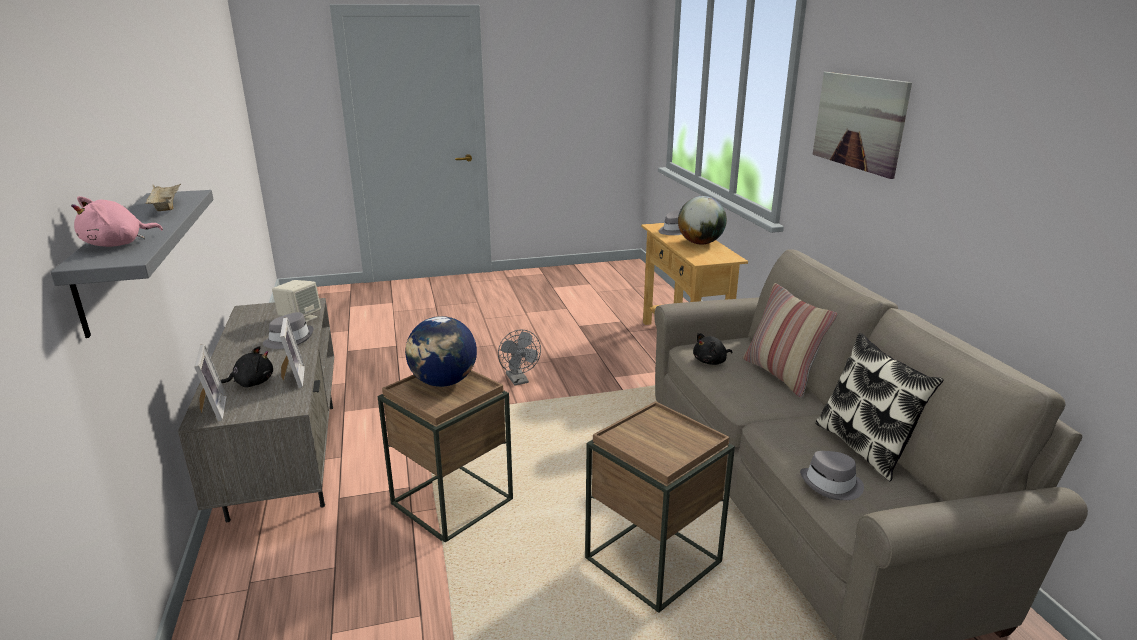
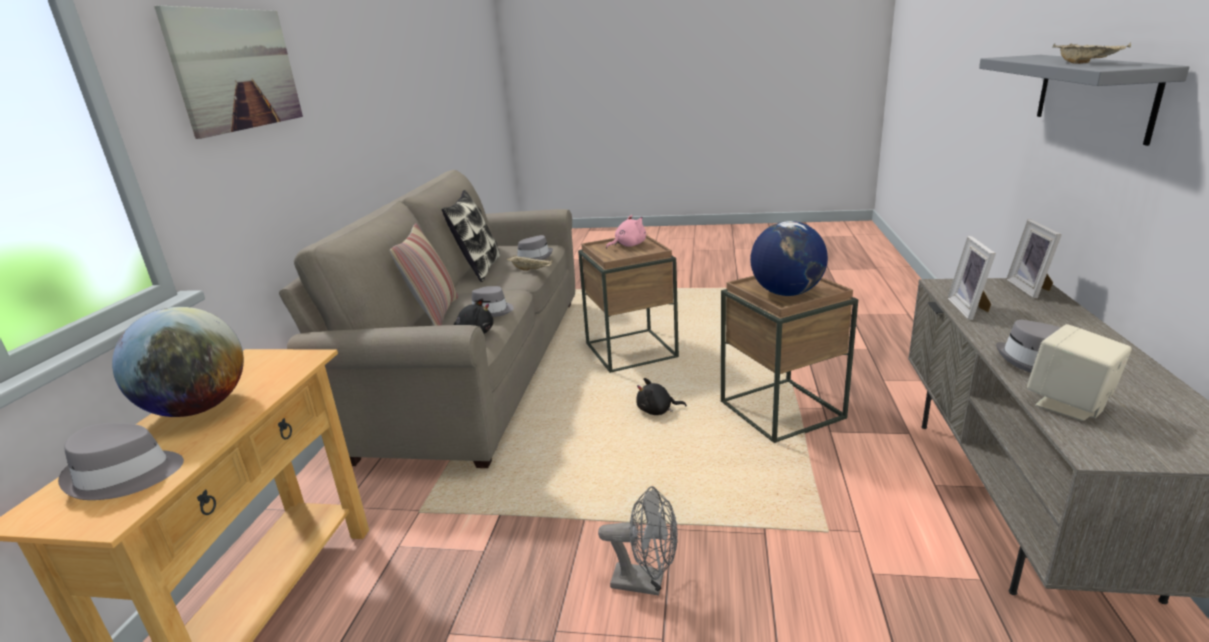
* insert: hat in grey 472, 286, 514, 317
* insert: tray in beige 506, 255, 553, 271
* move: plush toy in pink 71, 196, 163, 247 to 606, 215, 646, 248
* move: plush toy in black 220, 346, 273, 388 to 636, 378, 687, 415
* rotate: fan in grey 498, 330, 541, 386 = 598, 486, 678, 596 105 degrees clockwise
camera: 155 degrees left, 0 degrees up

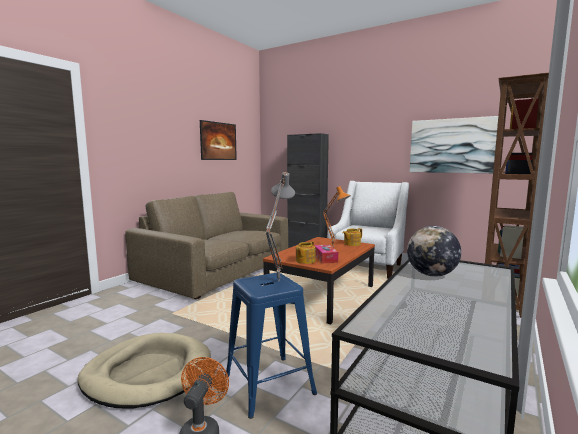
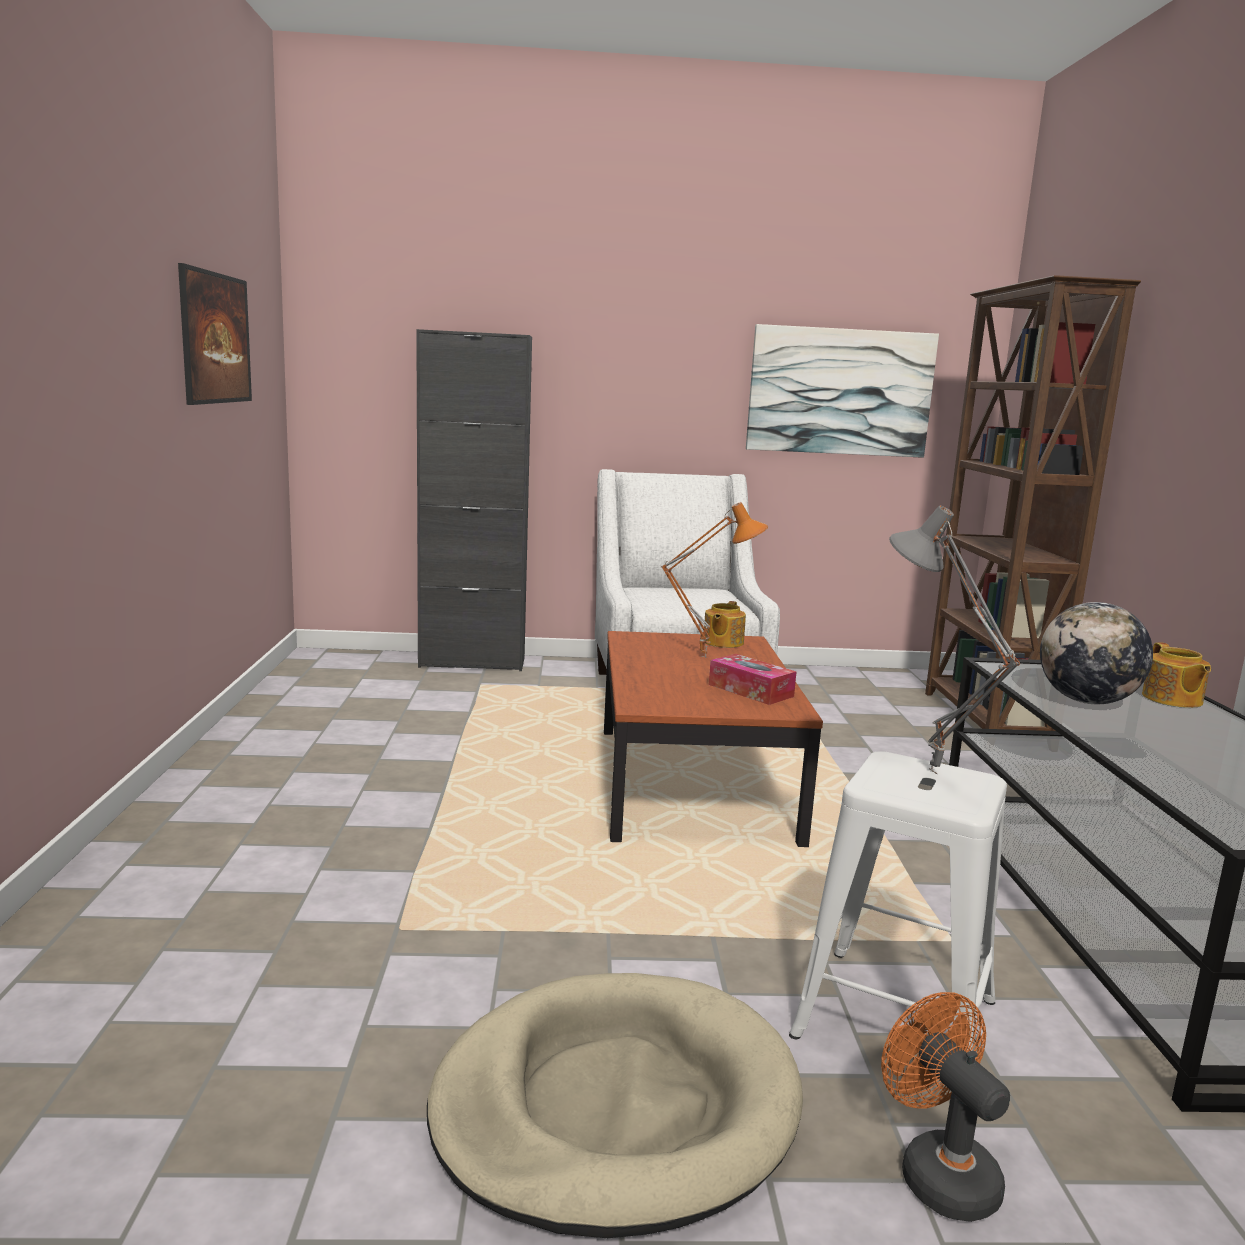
* delete: sofa in brown 125, 192, 288, 299
* move: teapot 296, 241, 315, 264 to 1142, 642, 1211, 708
* recolor: stool in blue 225, 273, 317, 419 to stool in white 789, 751, 1007, 1051
camera: 35 degrees left, 5 degrees up

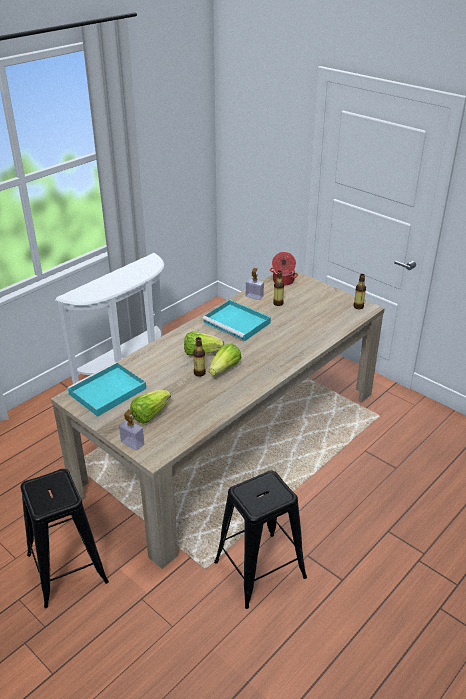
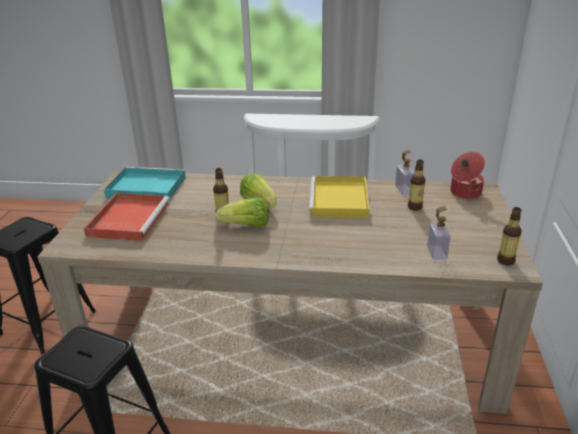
* move: soap dispenser 119, 409, 144, 451 to 427, 206, 451, 260
* replace: lettuce 130, 390, 171, 424 to tray in red 84, 193, 170, 241
* recolor: tray in turquoise 202, 300, 271, 342 to tray in yellow 309, 176, 370, 218
camera: 55 degrees right, 5 degrees down

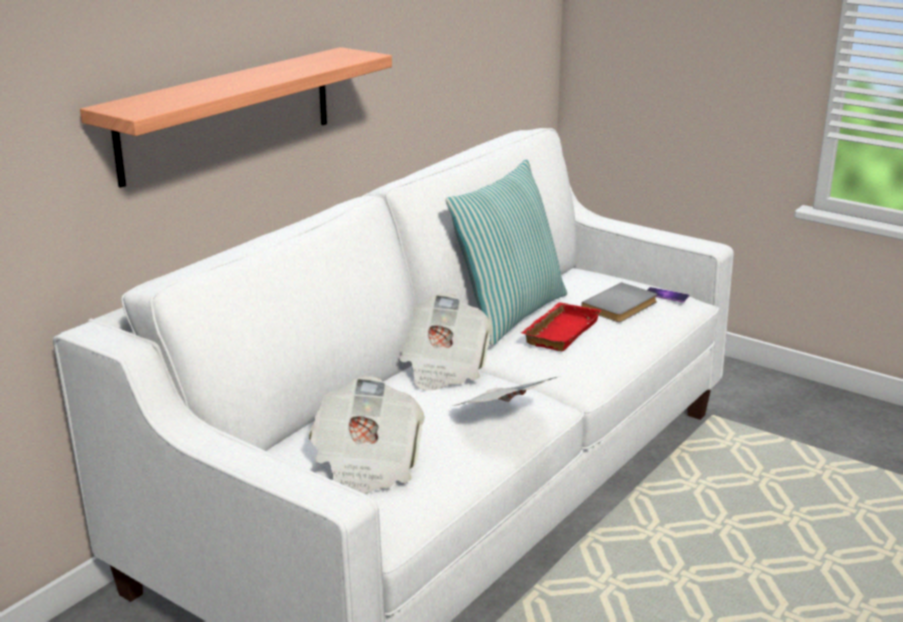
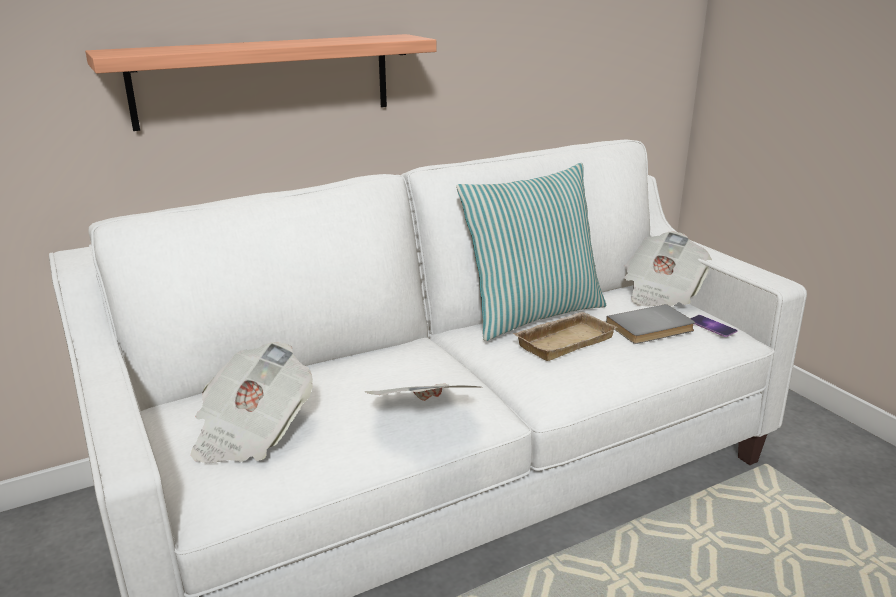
* move: newspaper 399, 294, 493, 391 to 624, 231, 712, 307
* recolor: tray in red 521, 302, 602, 351 to tray in beige 512, 312, 618, 361
camera: 25 degrees right, 0 degrees up

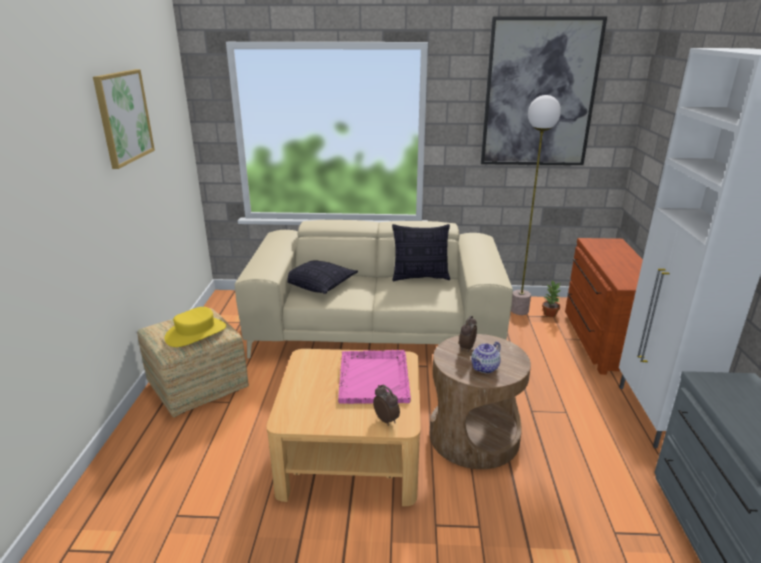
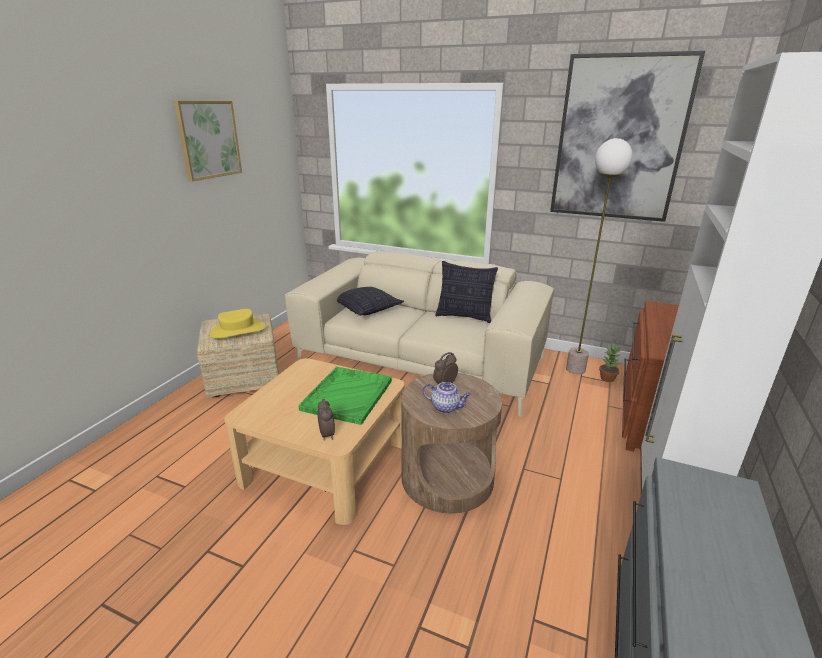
* recolor: tray in pink 338, 350, 411, 404 to tray in green 299, 367, 392, 425
* rotate: teapot 471, 341, 501, 373 = 422, 382, 471, 413 135 degrees counterclockwise
camera: 20 degrees right, 0 degrees up

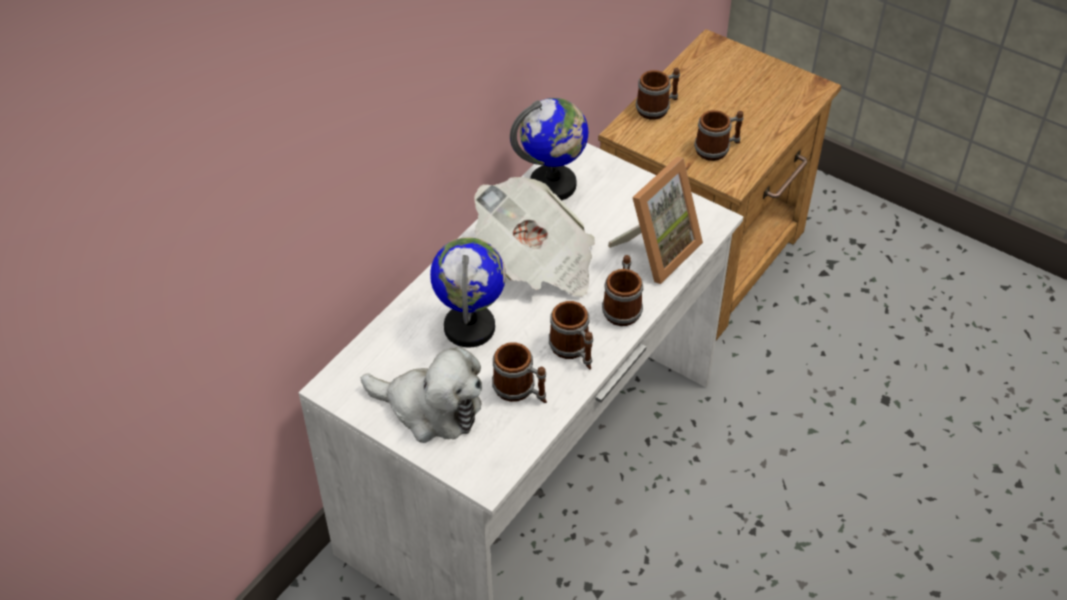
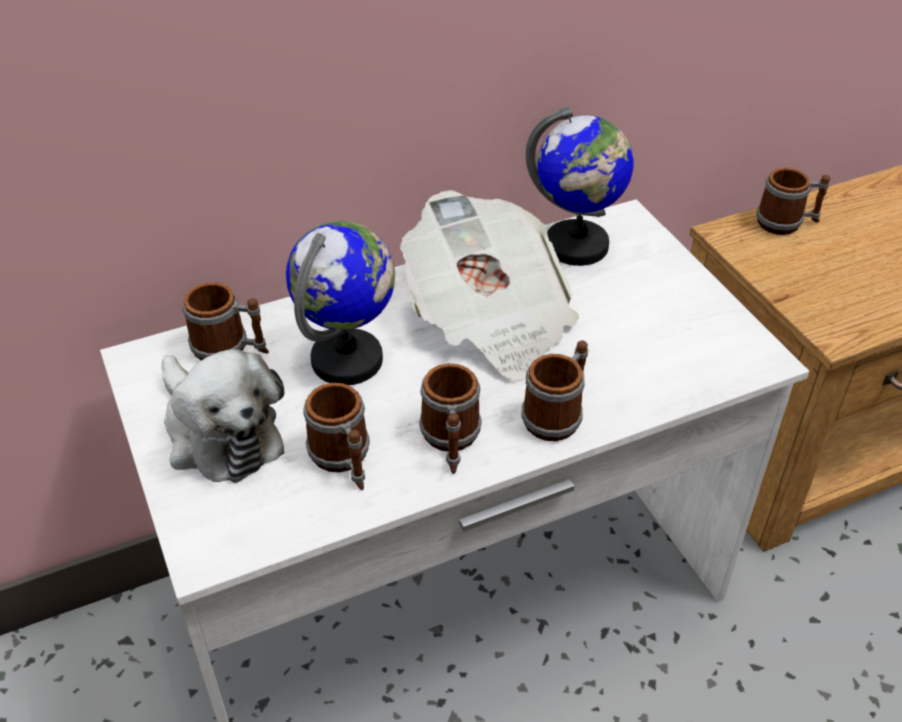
* delete: picture frame 608, 157, 703, 284
* move: mug 694, 110, 744, 161 to 182, 282, 269, 360
camera: 30 degrees right, 5 degrees down

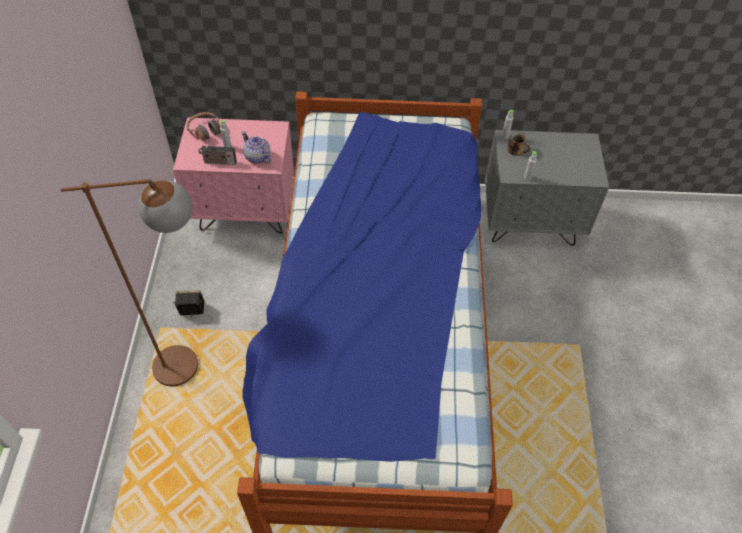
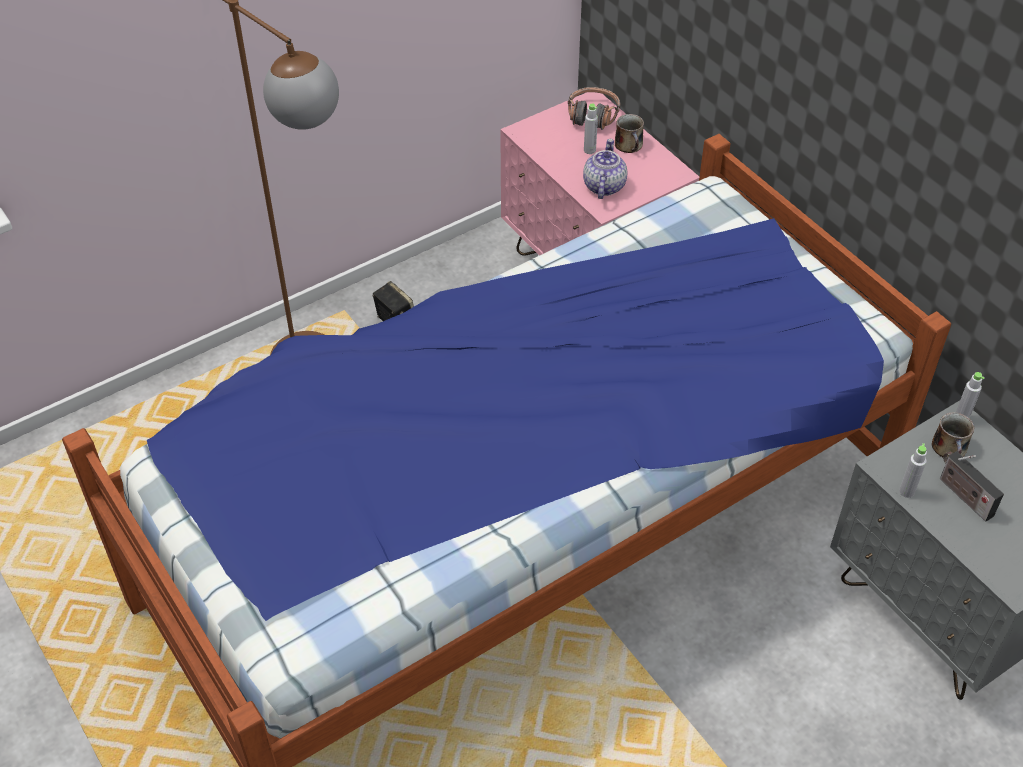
* insert: mug 615, 114, 644, 153
* move: radio 199, 141, 237, 165 to 940, 451, 1004, 521
camera: 55 degrees right, 5 degrees down

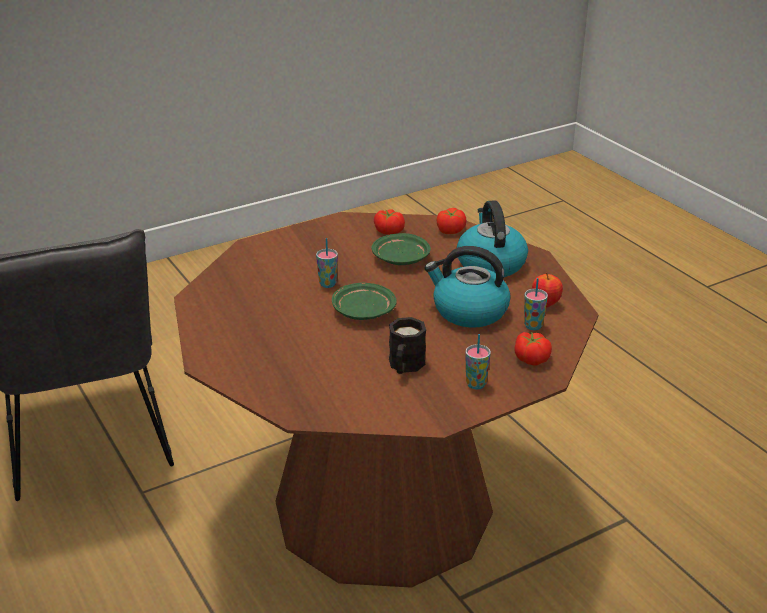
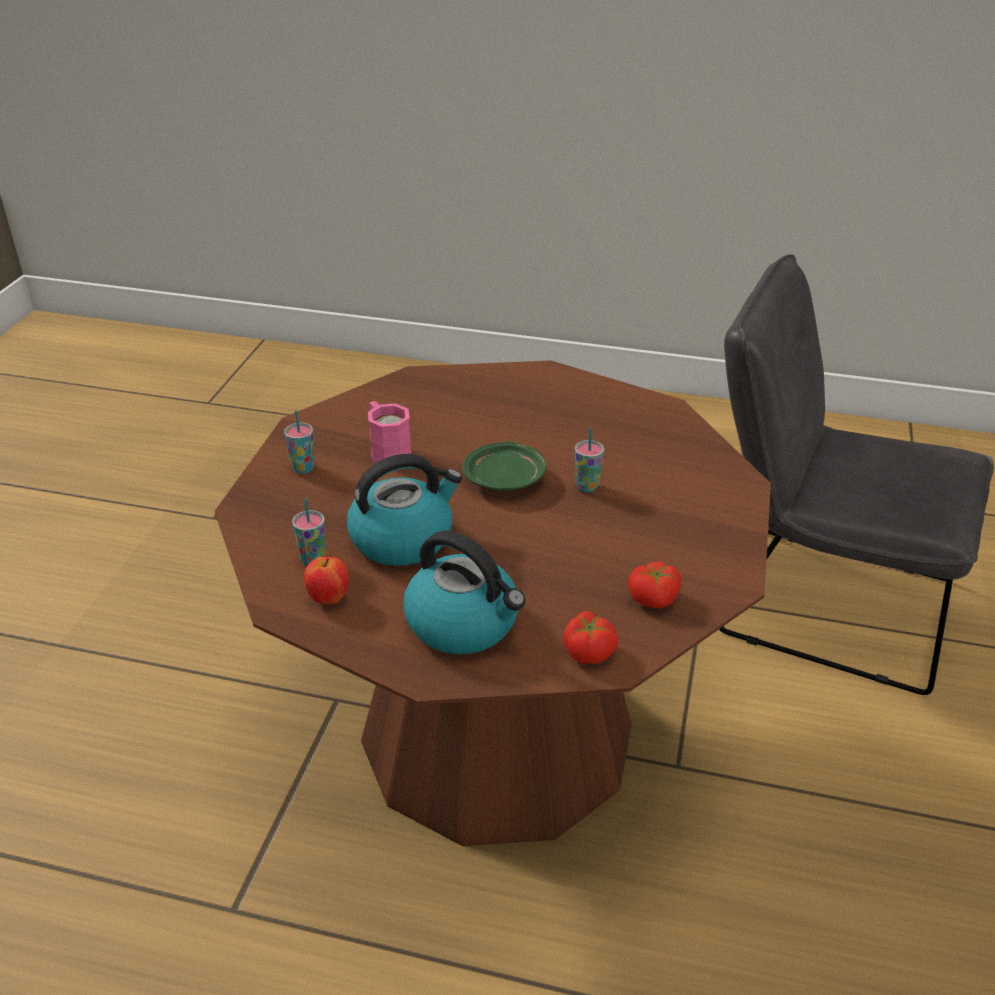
* delete: plate in green 372, 233, 431, 265
* delete: tomato 514, 332, 552, 365
* recolor: mug in black 389, 317, 426, 374 to mug in pink 368, 401, 411, 463
camera: 135 degrees right, 5 degrees up

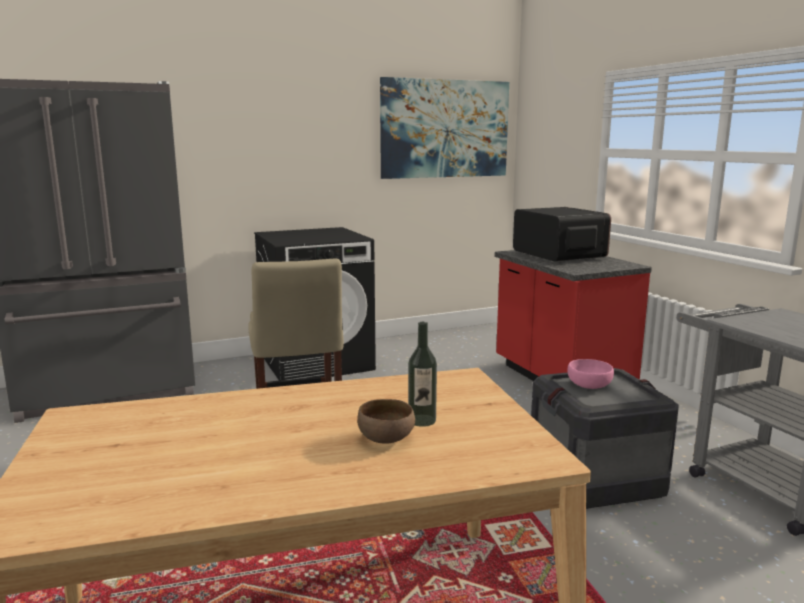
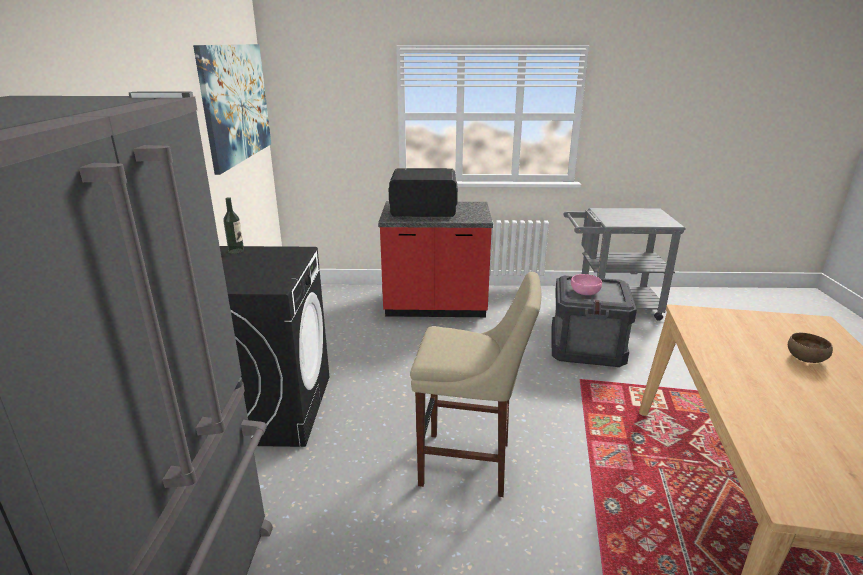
* move: bottle 408, 322, 437, 427 to 223, 197, 244, 254
camera: 65 degrees left, 10 degrees up

